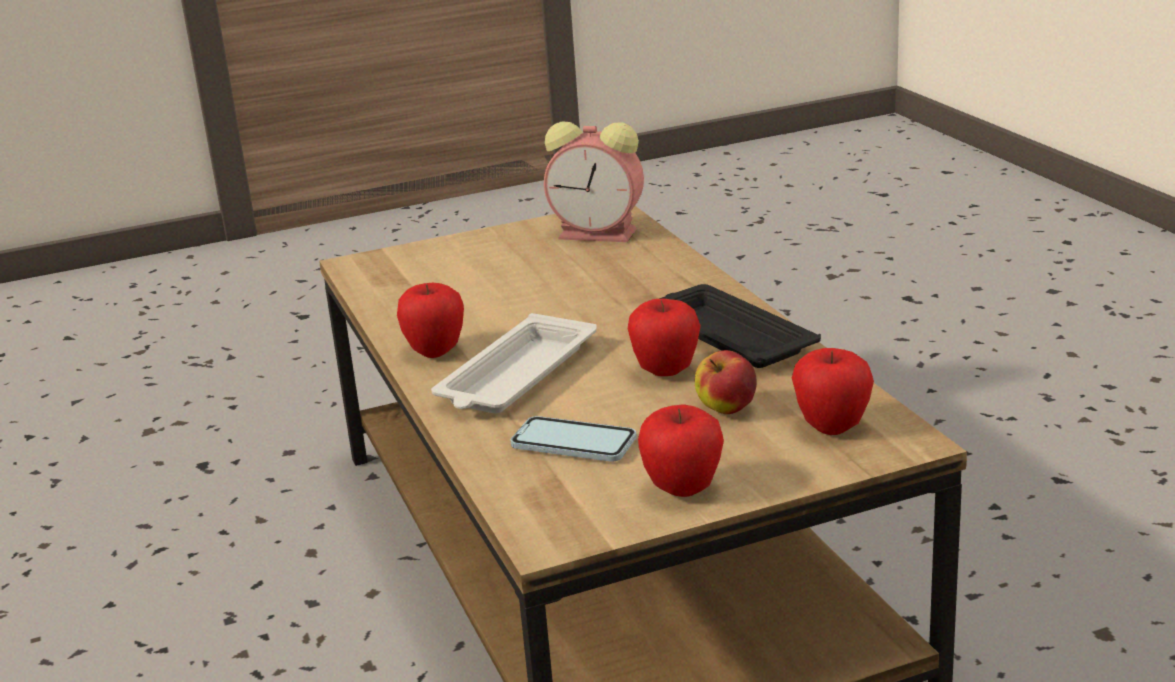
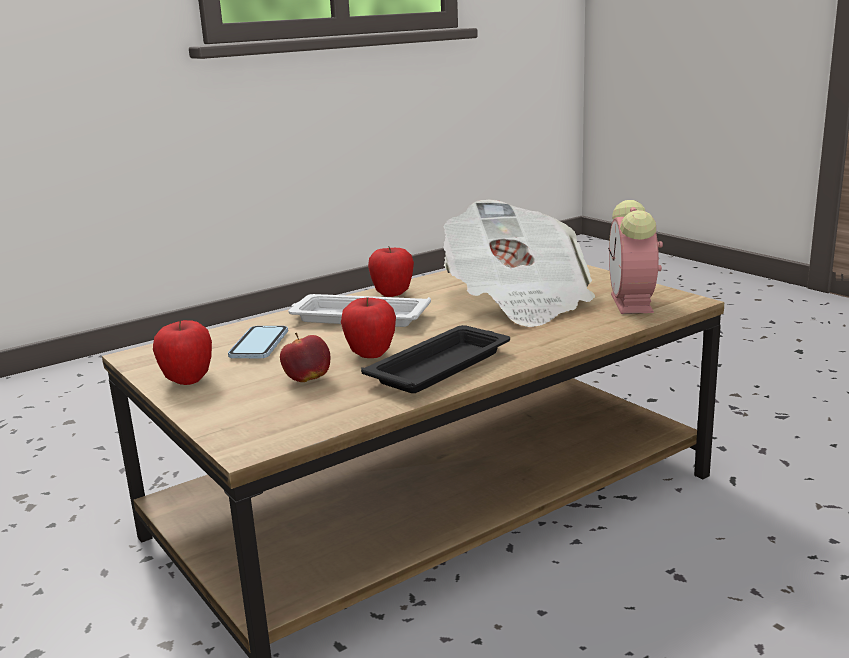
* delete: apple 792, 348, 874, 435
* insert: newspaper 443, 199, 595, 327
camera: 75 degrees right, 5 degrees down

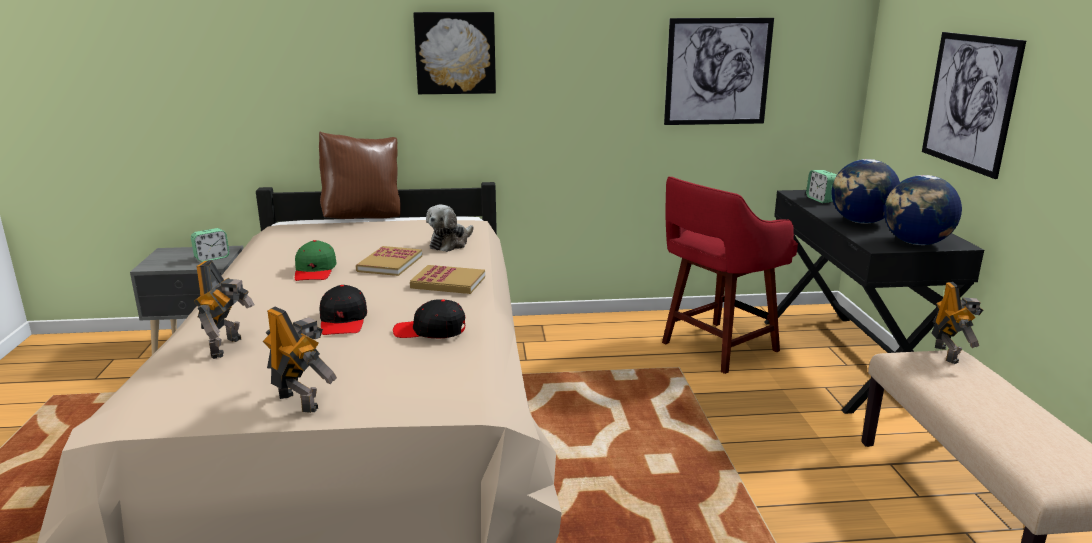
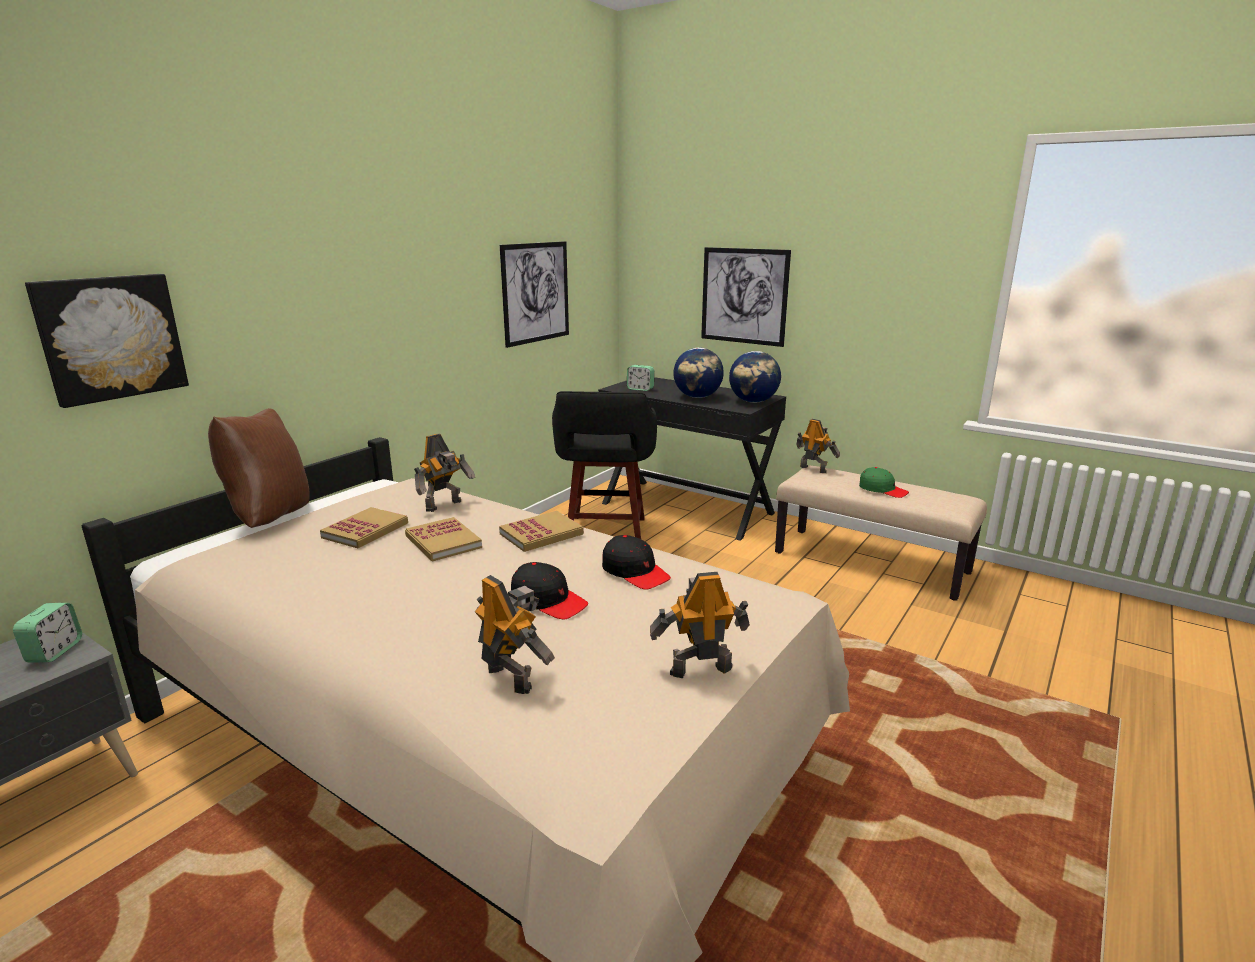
* insert: book 320, 507, 408, 548
* move: cap in green 295, 240, 336, 281 to 859, 467, 909, 498
* move: picture 413, 12, 496, 94 to 25, 274, 189, 408
* replace: plush toy 426, 204, 474, 252 to toy robot 414, 434, 475, 512
* recolor: stool in red 662, 176, 798, 374 to stool in black 552, 391, 657, 539
* rotate: cap in black 393, 299, 465, 338 = 602, 535, 671, 590 90 degrees counterclockwise
camera: 50 degrees left, 0 degrees up

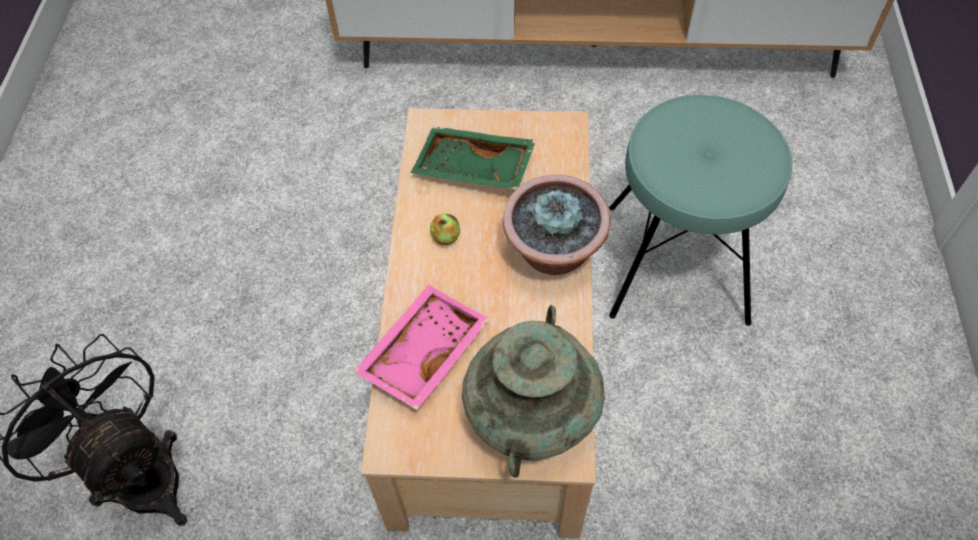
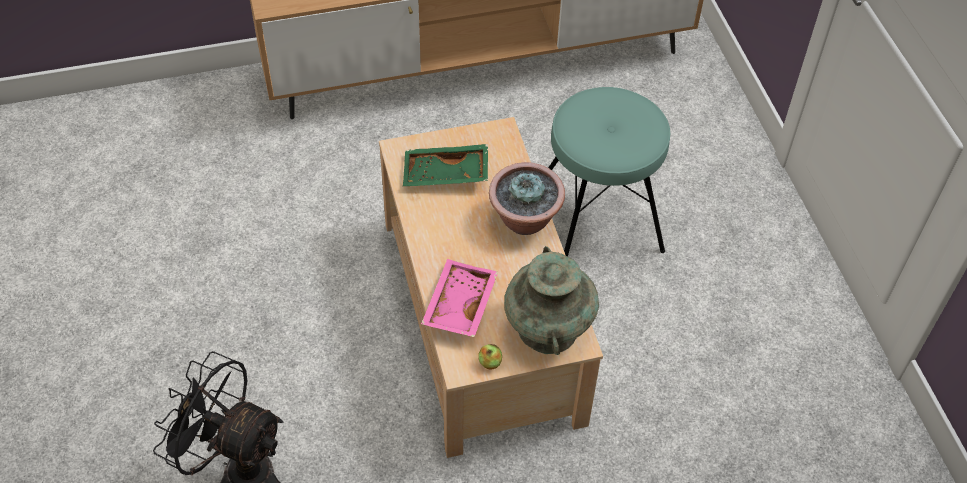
* move: apple 430, 214, 460, 245 to 478, 344, 502, 370
camera: 20 degrees left, 5 degrees down

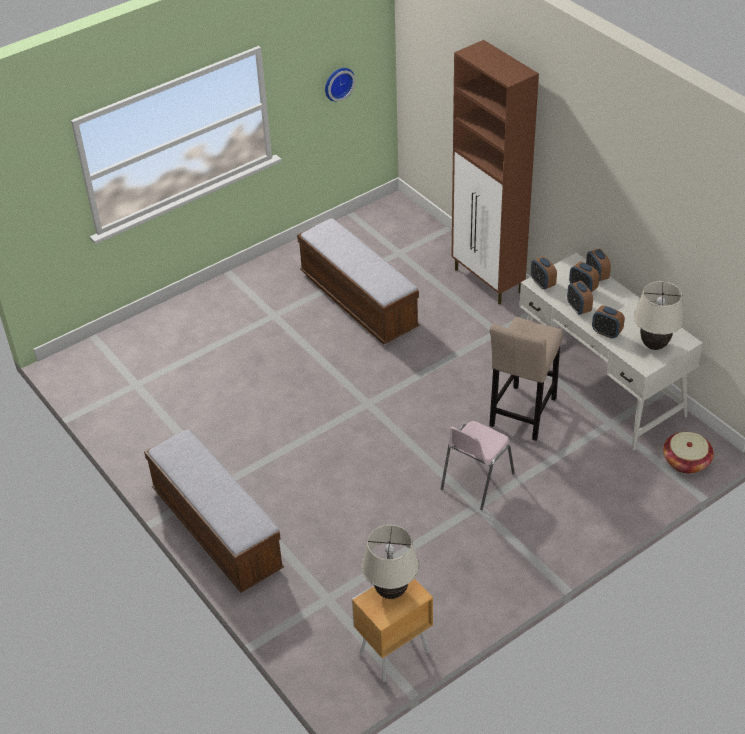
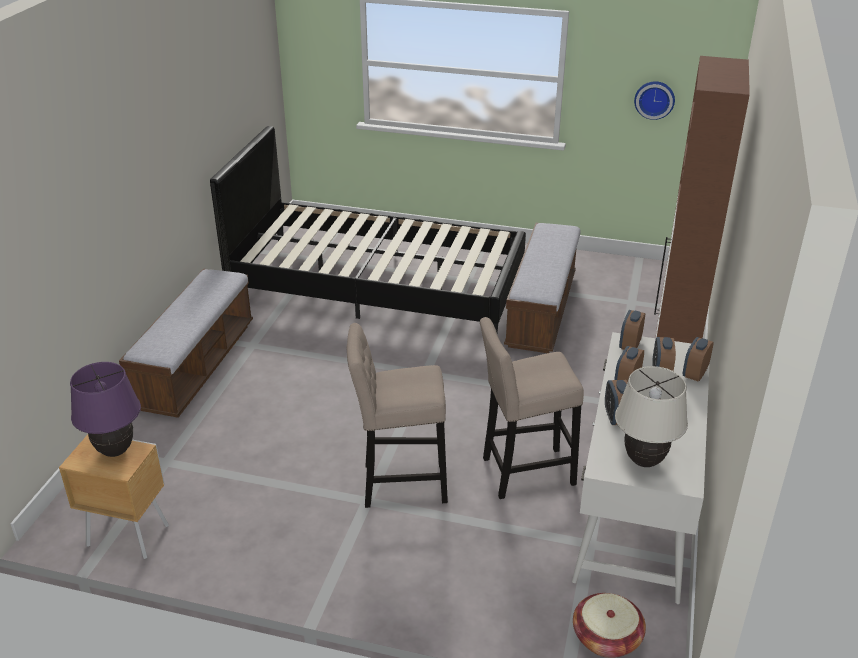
* insert: bed in black 210, 126, 526, 333
* replace: chair in pink 441, 421, 515, 510 to stool in beige 346, 323, 448, 508
* recolor: table lamp in beige 362, 525, 419, 599 to table lamp in purple 70, 362, 141, 457
camera: 50 degrees right, 10 degrees down

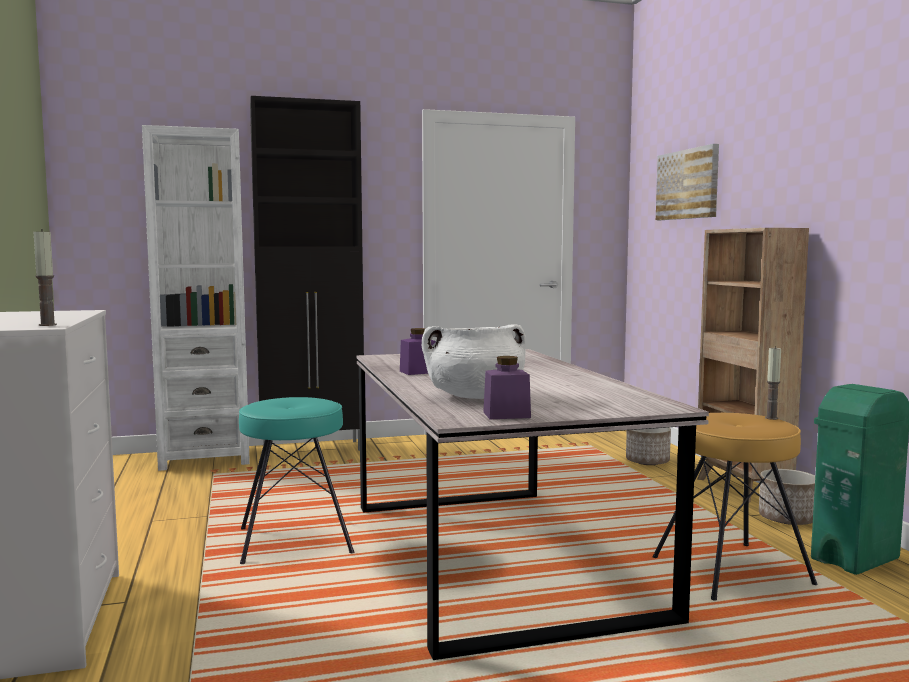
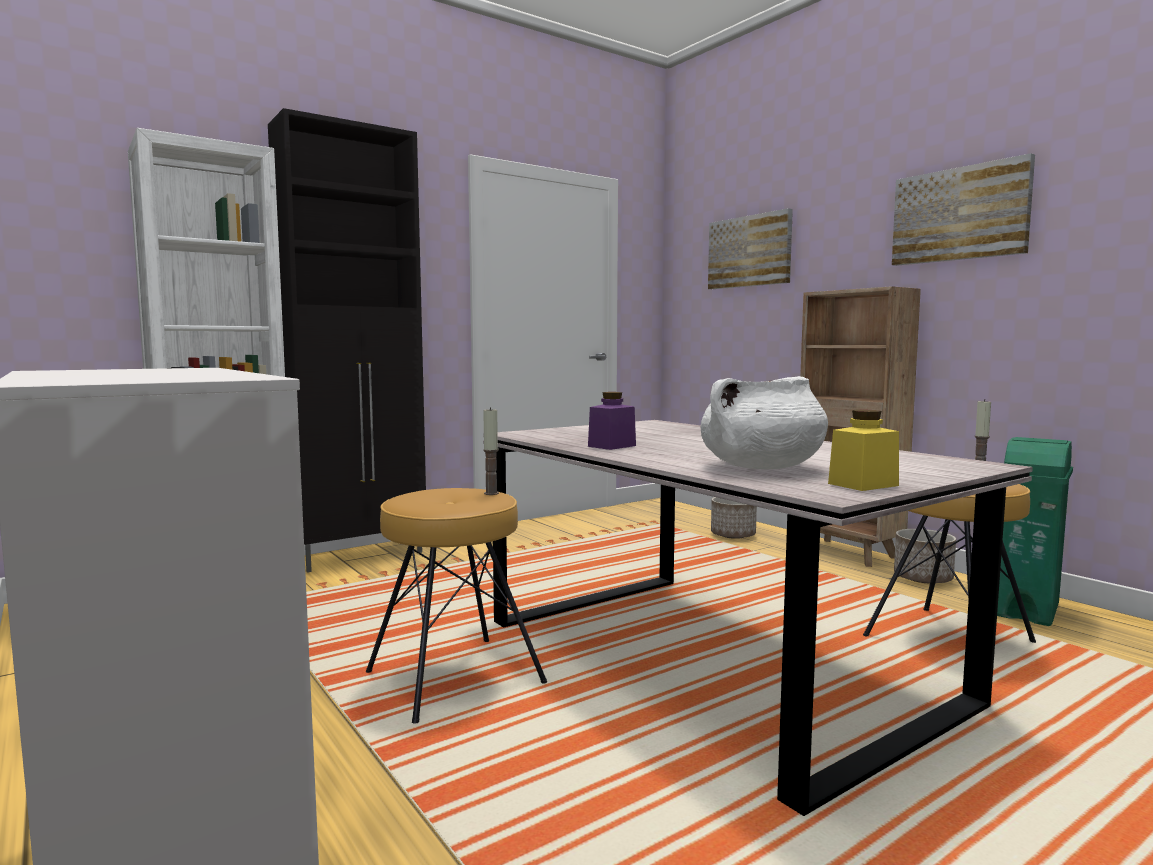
* insert: picture 892, 153, 1035, 266
* move: candle 34, 229, 57, 326 to 483, 407, 499, 495
* recolor: stool in turquoise 239, 397, 354, 564 to stool in brown 366, 488, 547, 724
* recolor: jar in purple 483, 356, 531, 419 to jar in yellow 828, 410, 899, 491
camera: 20 degrees left, 0 degrees up

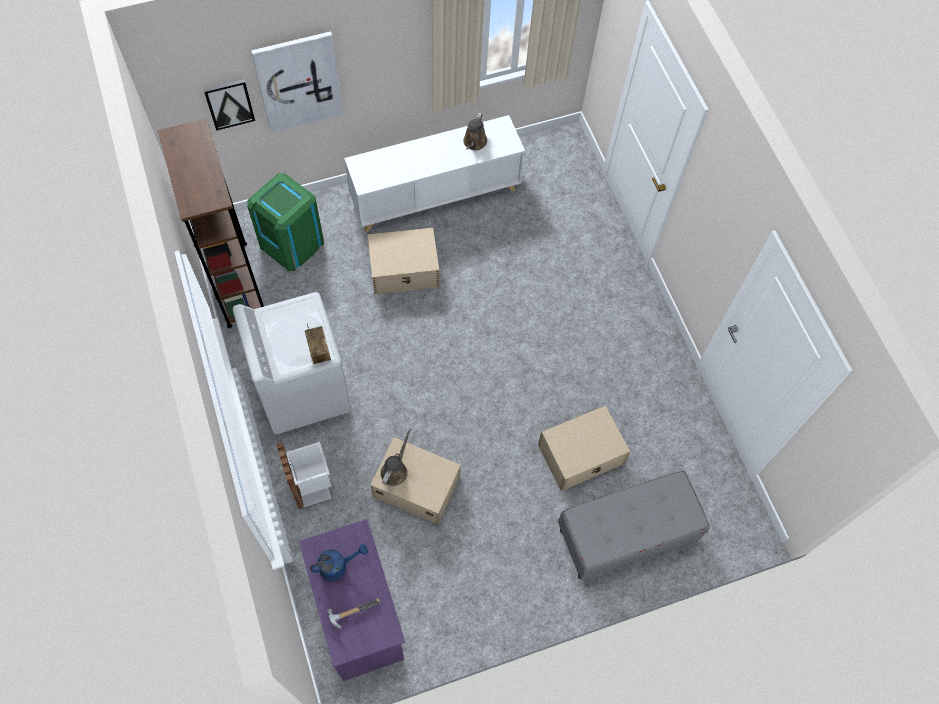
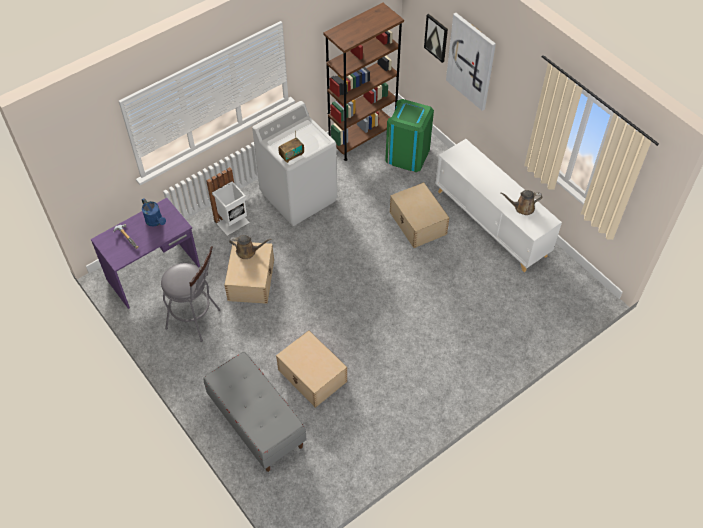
* insert: stool in grey 161, 246, 220, 342
camera: 75 degrees right, 10 degrees down

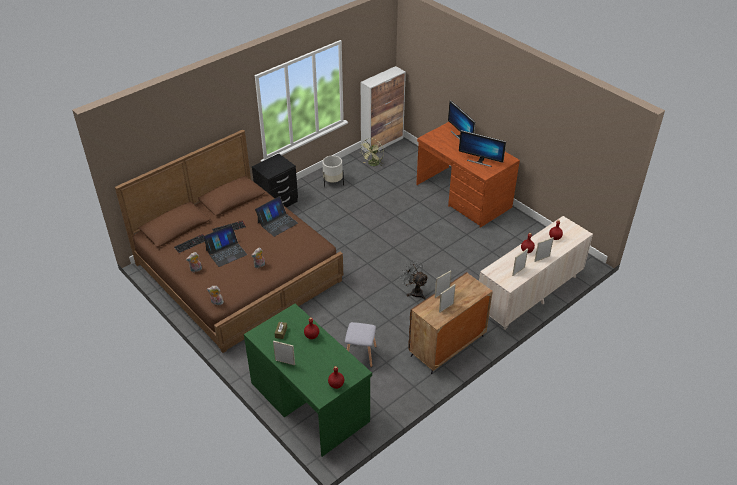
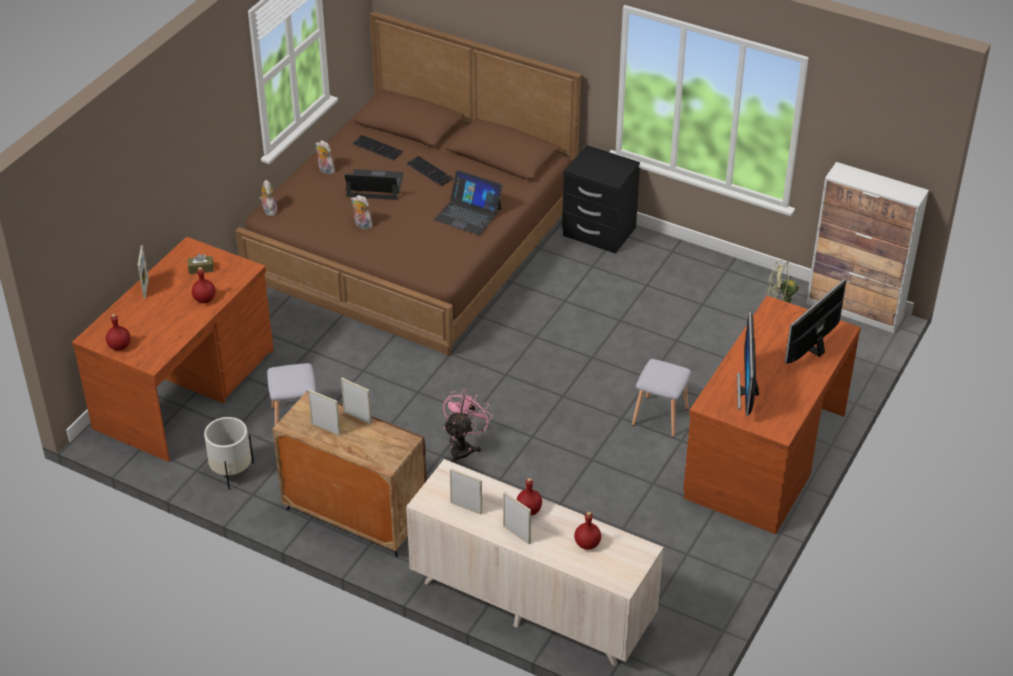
* insert: stool in grey 632, 359, 691, 437
* move: planter in white 322, 156, 344, 187 to 204, 417, 254, 490
* recolor: desk in green 244, 304, 372, 457 to desk in brown 72, 237, 273, 462
* recolor: fan in grey 400, 260, 429, 300 to fan in pink 443, 389, 492, 463
* rotate: laptop 203, 225, 247, 267 = 344, 169, 404, 200 150 degrees clockwise
camera: 70 degrees right, 0 degrees up

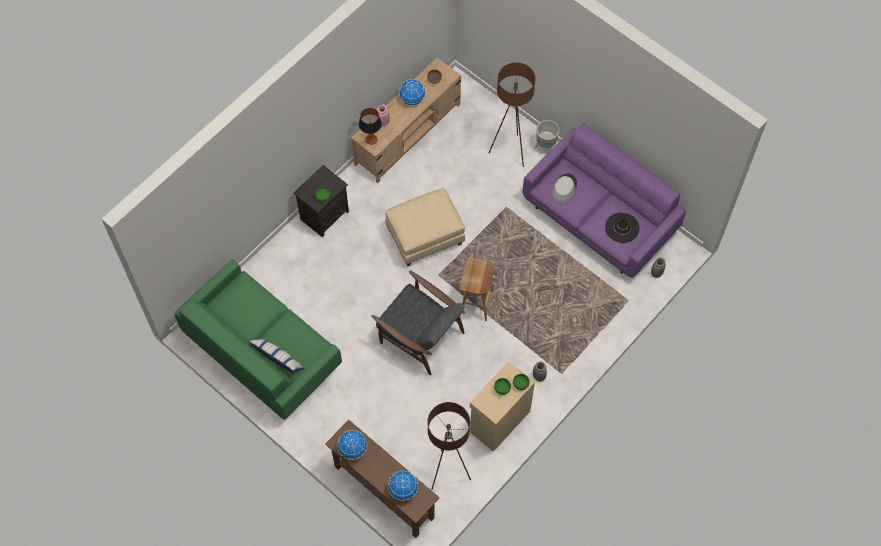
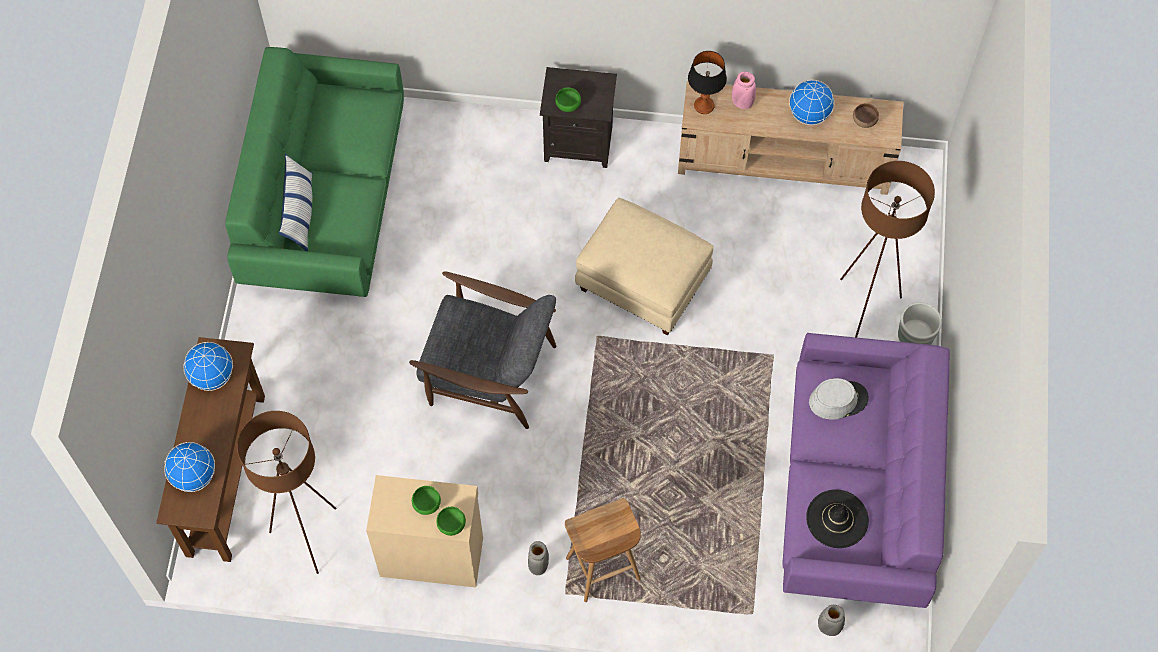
* move: stool in brown 459, 257, 494, 321 to 565, 498, 641, 602
* rotate: armchair in grey 372, 270, 465, 375 = 409, 271, 556, 429 75 degrees counterclockwise
camera: 55 degrees right, 0 degrees up

